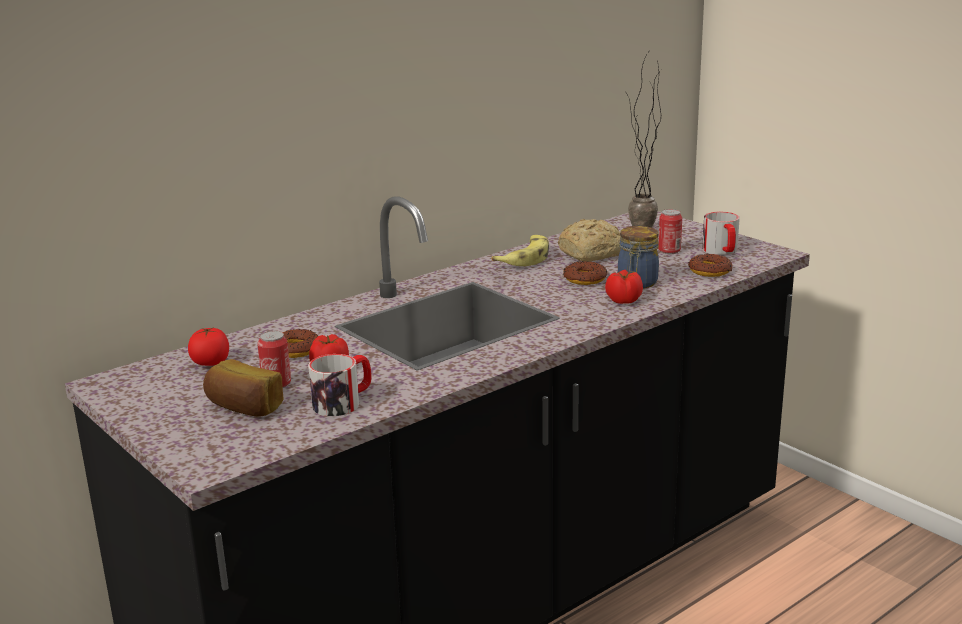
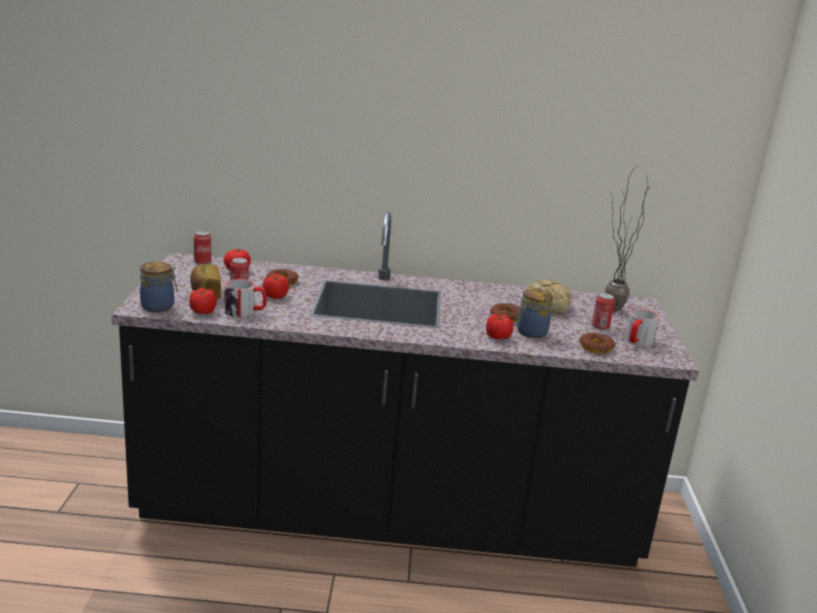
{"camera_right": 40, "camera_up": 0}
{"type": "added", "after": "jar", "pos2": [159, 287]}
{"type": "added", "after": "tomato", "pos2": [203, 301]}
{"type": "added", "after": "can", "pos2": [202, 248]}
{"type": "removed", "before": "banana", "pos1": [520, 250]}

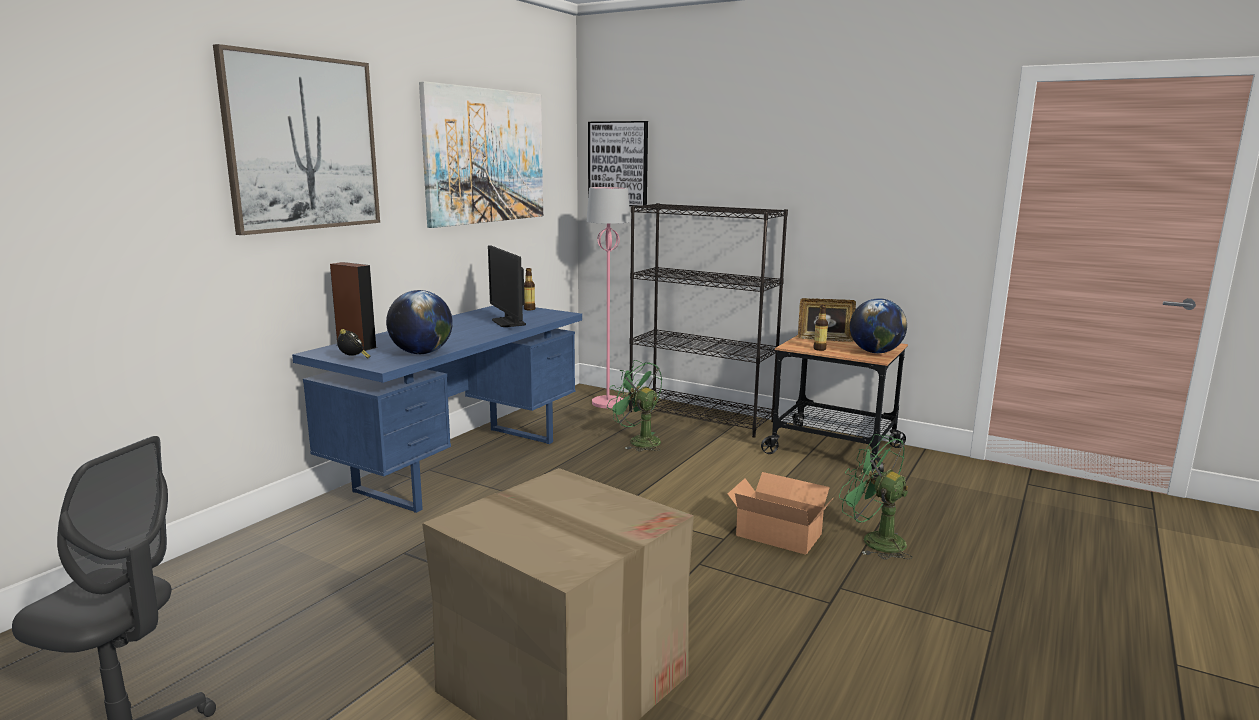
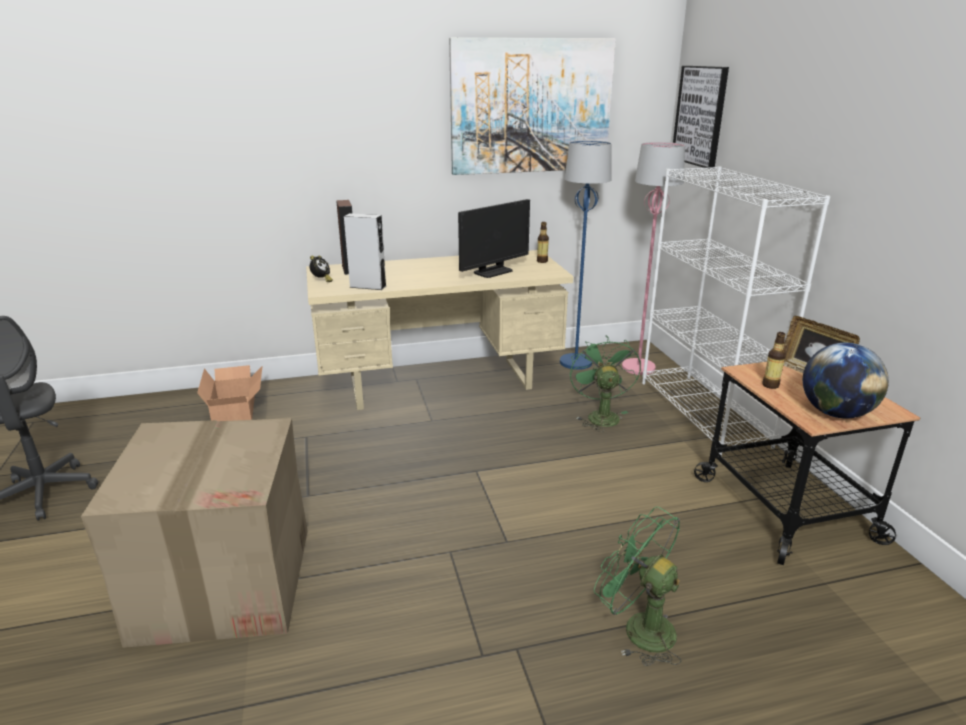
{"camera_right": 45, "camera_up": 10}
{"type": "moved", "before": "cardboard box", "pos1": [781, 513], "pos2": [230, 393]}
{"type": "recoloured", "before": "desk in blue", "after": "desk in beige", "pos1": [437, 409], "pos2": [440, 330]}
{"type": "replaced", "before": "globe", "after": "speaker in grey", "pos1": [419, 322], "pos2": [365, 251]}
{"type": "turned", "before": "monitor", "pos1": [507, 286], "pos2": [494, 238], "turn": -150}
{"type": "added", "after": "floor lamp in blue", "pos2": [585, 255]}
{"type": "turned", "before": "fan in green", "pos1": [876, 497], "pos2": [638, 586], "turn": -45}
{"type": "recoloured", "before": "bookcase in black", "after": "bookcase in white", "pos1": [708, 320], "pos2": [736, 311]}
{"type": "removed", "before": "picture", "pos1": [296, 139]}

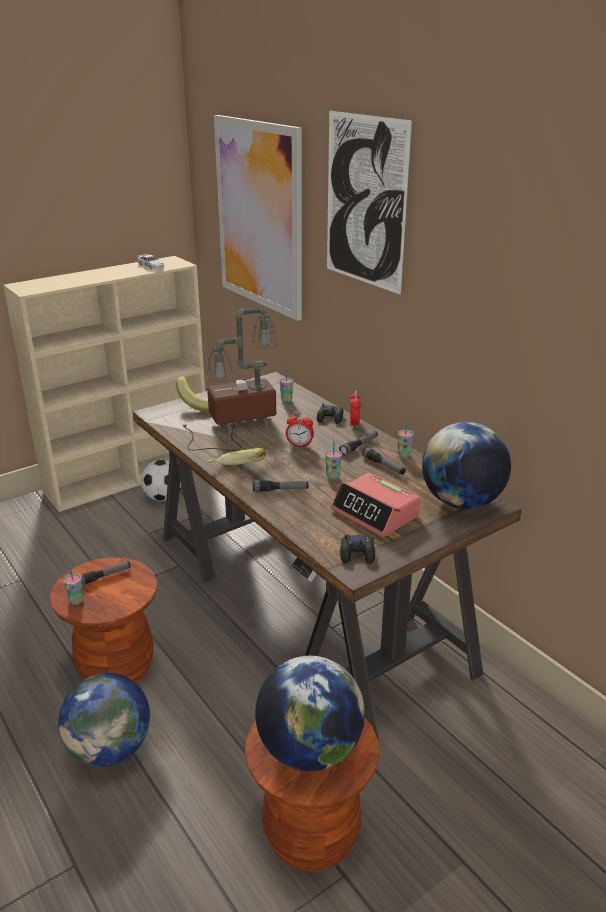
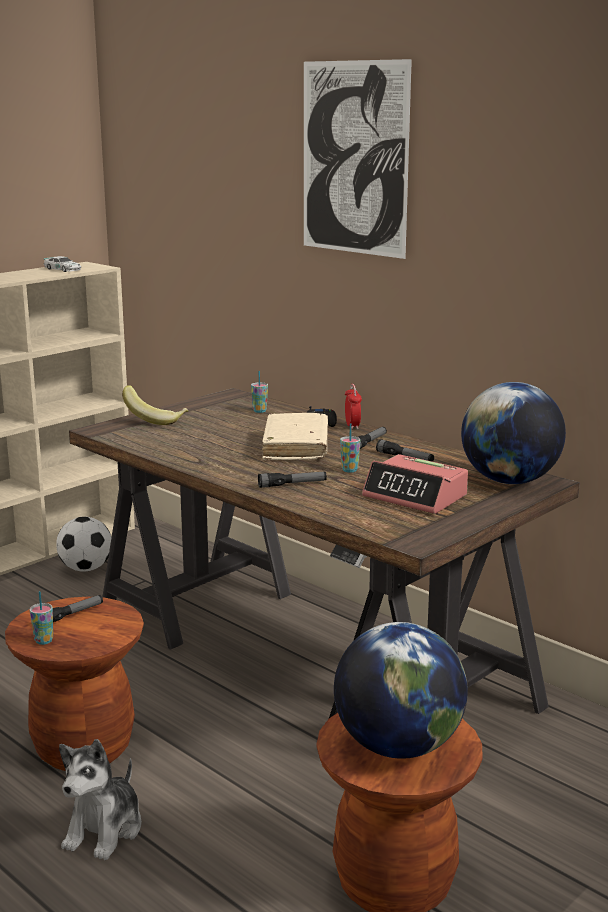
{"camera_right": -10, "camera_up": -10}
{"type": "replaced", "before": "globe", "after": "plush toy", "pos1": [104, 720], "pos2": [100, 799]}
{"type": "replaced", "before": "alarm clock", "after": "book in beige", "pos1": [300, 429], "pos2": [295, 436]}
{"type": "removed", "before": "table lamp", "pos1": [230, 379]}
{"type": "removed", "before": "banana", "pos1": [236, 456]}
{"type": "removed", "before": "picture", "pos1": [258, 218]}
{"type": "removed", "before": "game controller in black", "pos1": [357, 549]}
{"type": "removed", "before": "cup", "pos1": [406, 439]}

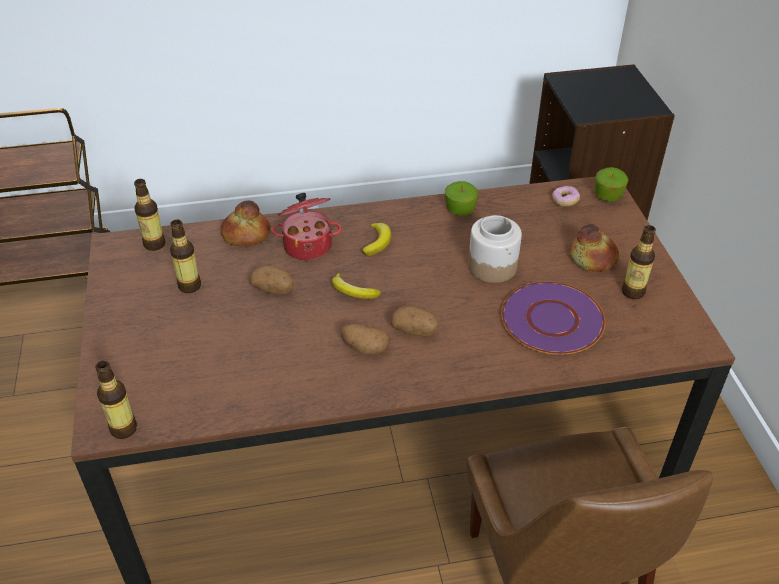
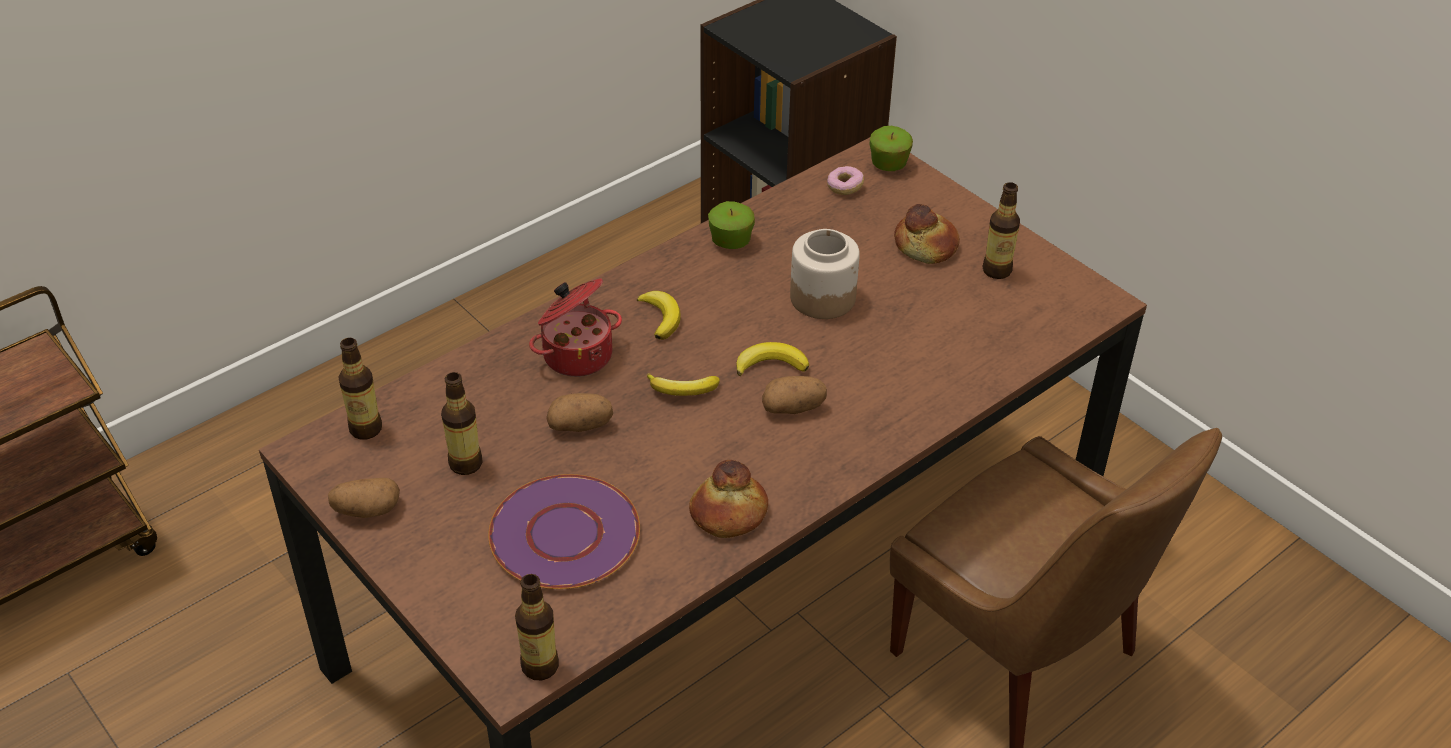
{"camera_right": -30, "camera_up": 0}
{"type": "moved", "before": "potato", "pos1": [365, 339], "pos2": [364, 498]}
{"type": "moved", "before": "plate in purple", "pos1": [553, 318], "pos2": [564, 531]}
{"type": "moved", "before": "bread", "pos1": [246, 223], "pos2": [728, 499]}
{"type": "added", "after": "banana", "pos2": [772, 359]}

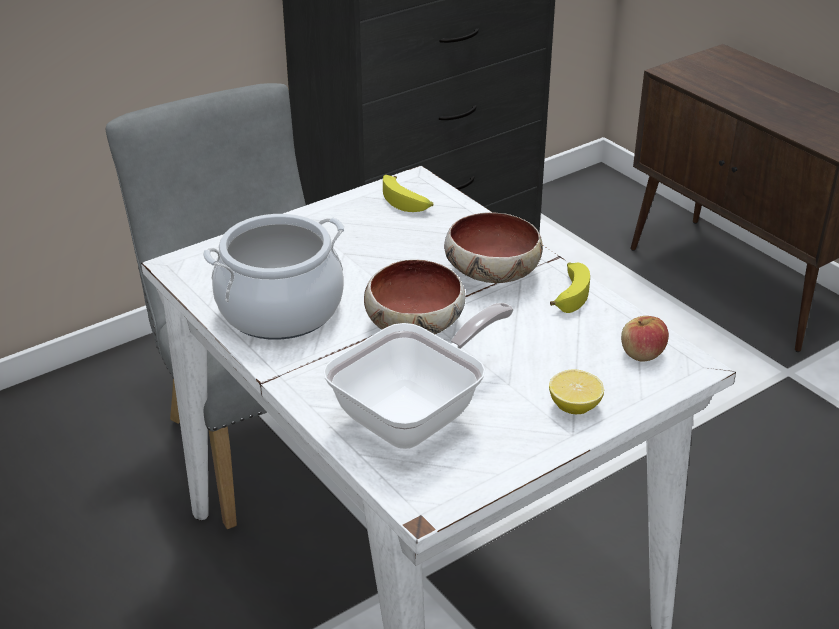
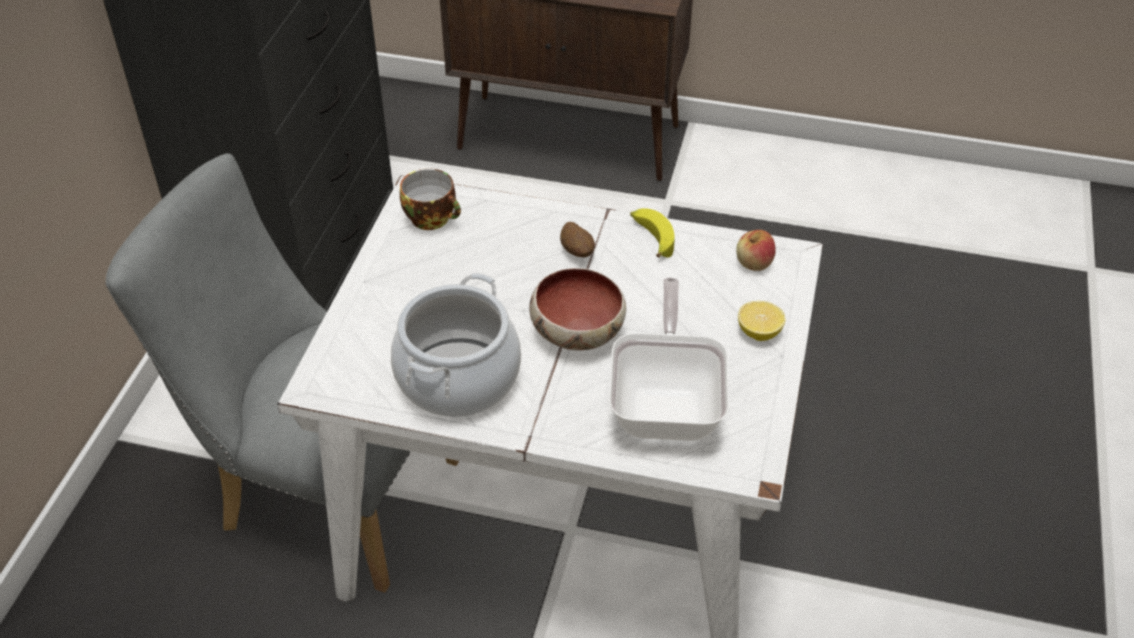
{"camera_right": -40, "camera_up": 10}
{"type": "replaced", "before": "banana", "after": "cup", "pos1": [408, 193], "pos2": [430, 199]}
{"type": "replaced", "before": "bowl", "after": "potato", "pos1": [493, 247], "pos2": [577, 239]}

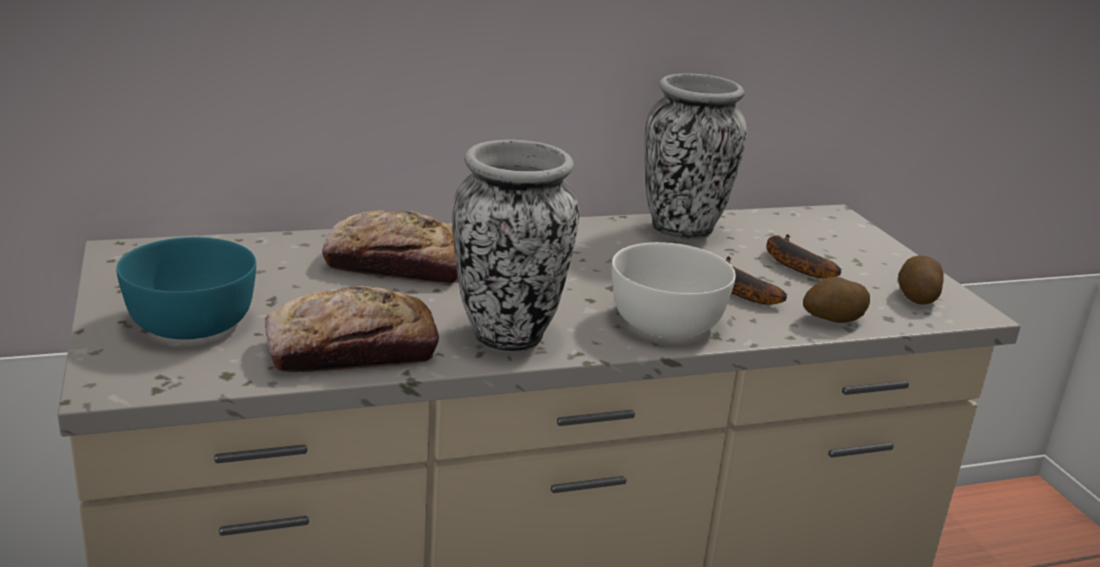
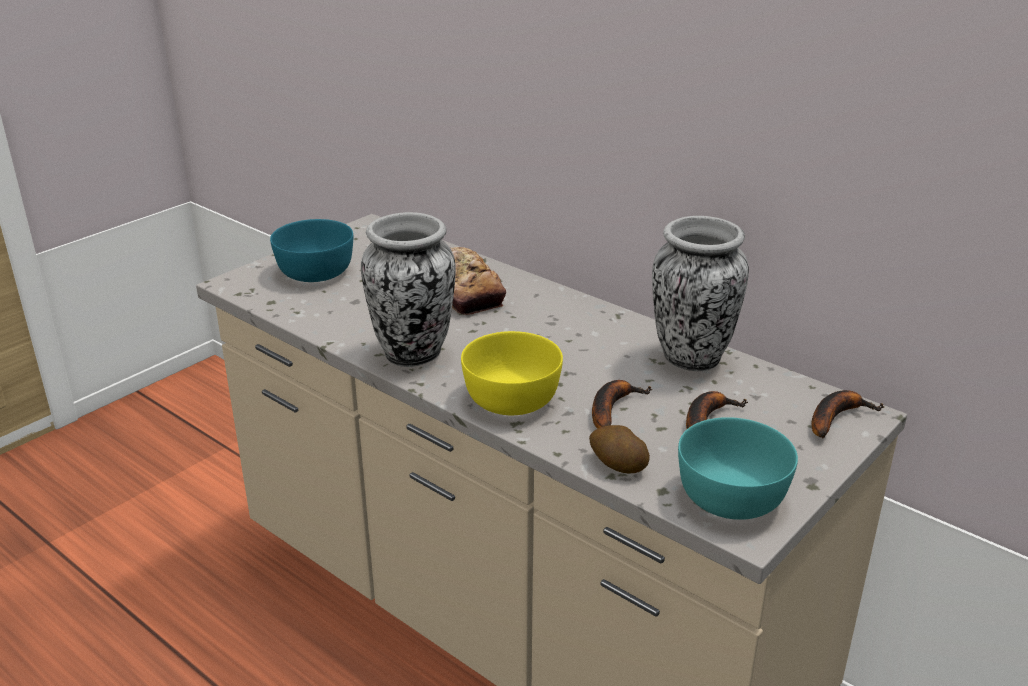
{"camera_right": 60, "camera_up": 5}
{"type": "recoloured", "before": "bowl in white", "after": "bowl in yellow", "pos1": [674, 290], "pos2": [512, 373]}
{"type": "replaced", "before": "potato", "after": "bowl in turquoise", "pos1": [921, 280], "pos2": [738, 468]}
{"type": "added", "after": "banana", "pos2": [847, 414]}
{"type": "removed", "before": "bread", "pos1": [352, 329]}

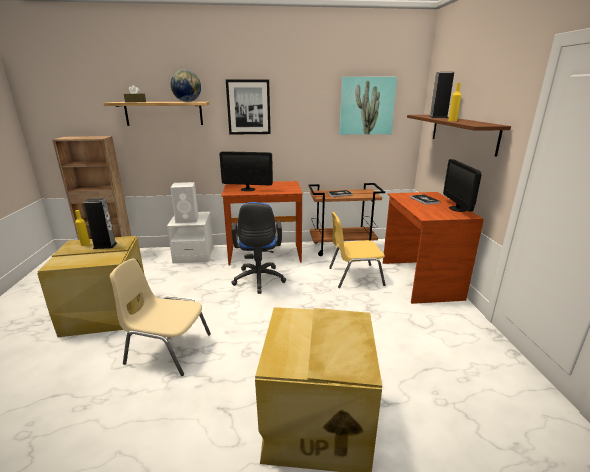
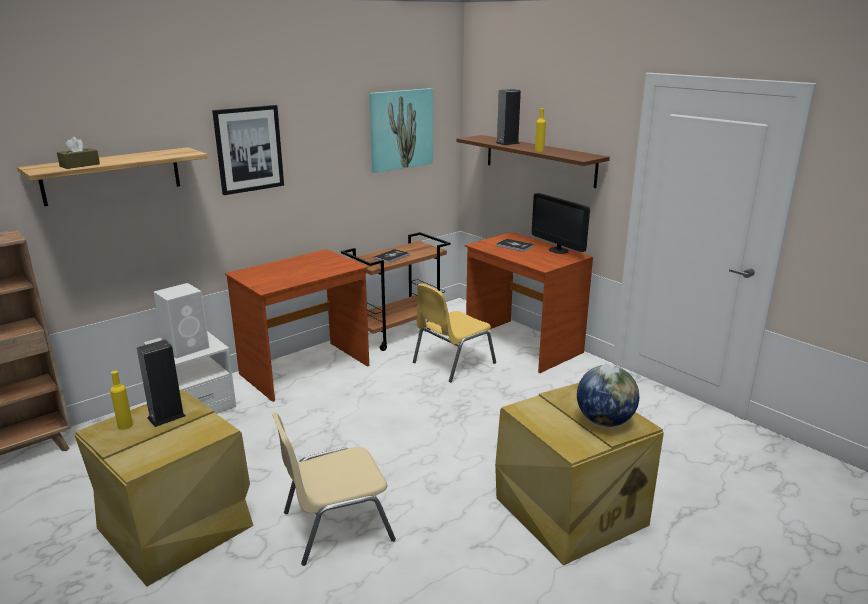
{"camera_right": -35, "camera_up": 0}
{"type": "moved", "before": "globe", "pos1": [186, 86], "pos2": [608, 396]}
{"type": "removed", "before": "monitor", "pos1": [246, 171]}
{"type": "removed", "before": "office chair in blue", "pos1": [258, 248]}

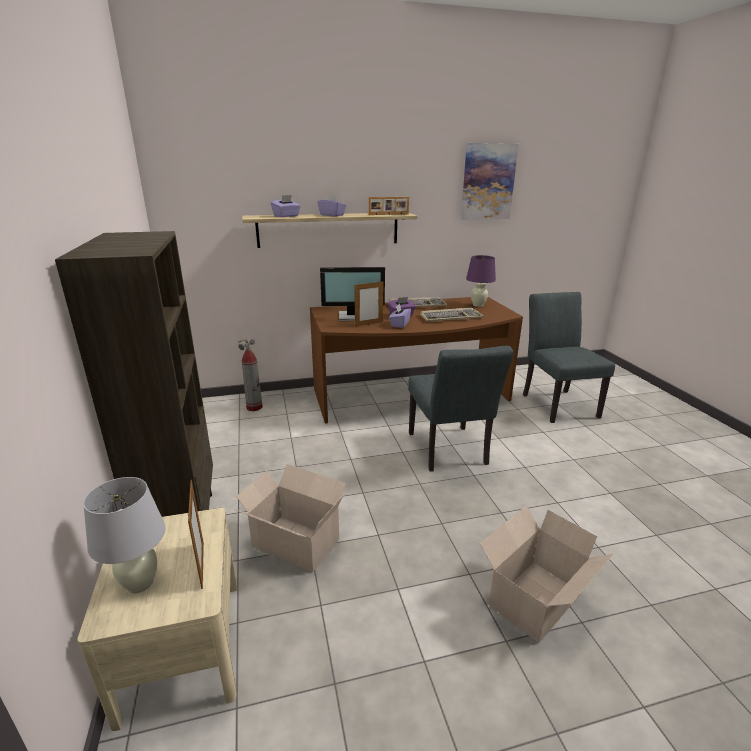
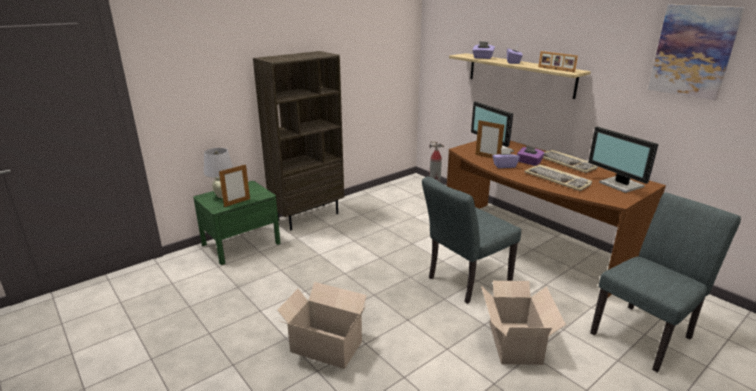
{"camera_right": 65, "camera_up": 0}
{"type": "recoloured", "before": "nightstand in beige", "after": "nightstand in green", "pos1": [157, 619], "pos2": [236, 223]}
{"type": "moved", "before": "cardboard box", "pos1": [290, 518], "pos2": [523, 323]}
{"type": "replaced", "before": "table lamp in purple", "after": "monitor", "pos1": [481, 281], "pos2": [623, 160]}

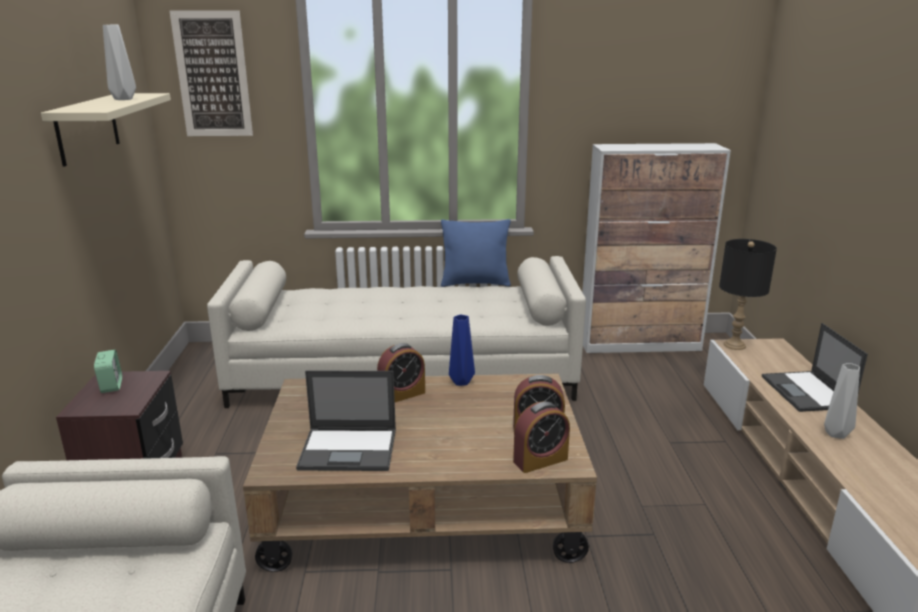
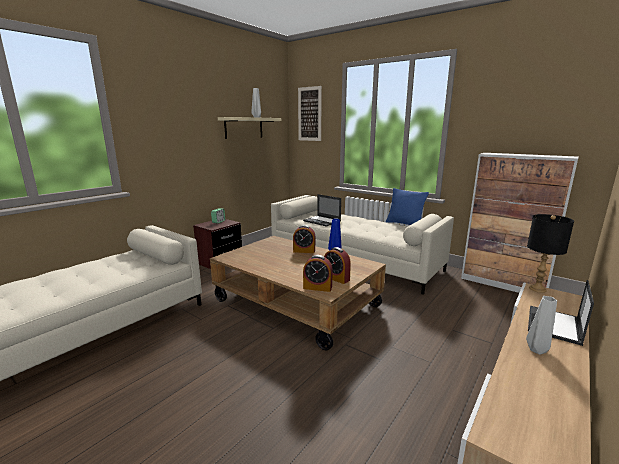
{"camera_right": 40, "camera_up": -5}
{"type": "moved", "before": "laptop", "pos1": [346, 420], "pos2": [322, 210]}

